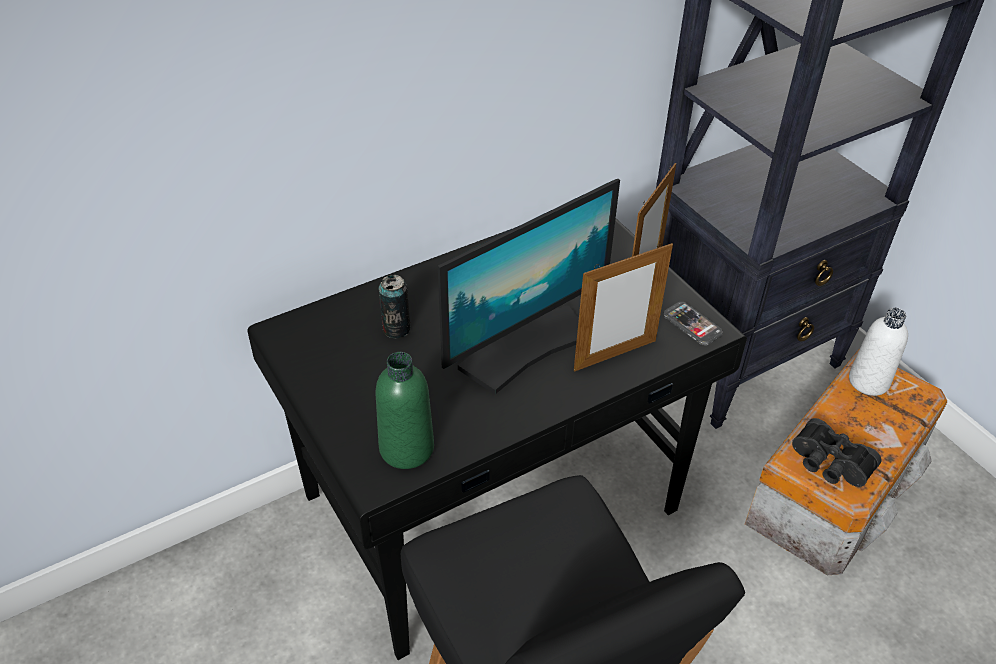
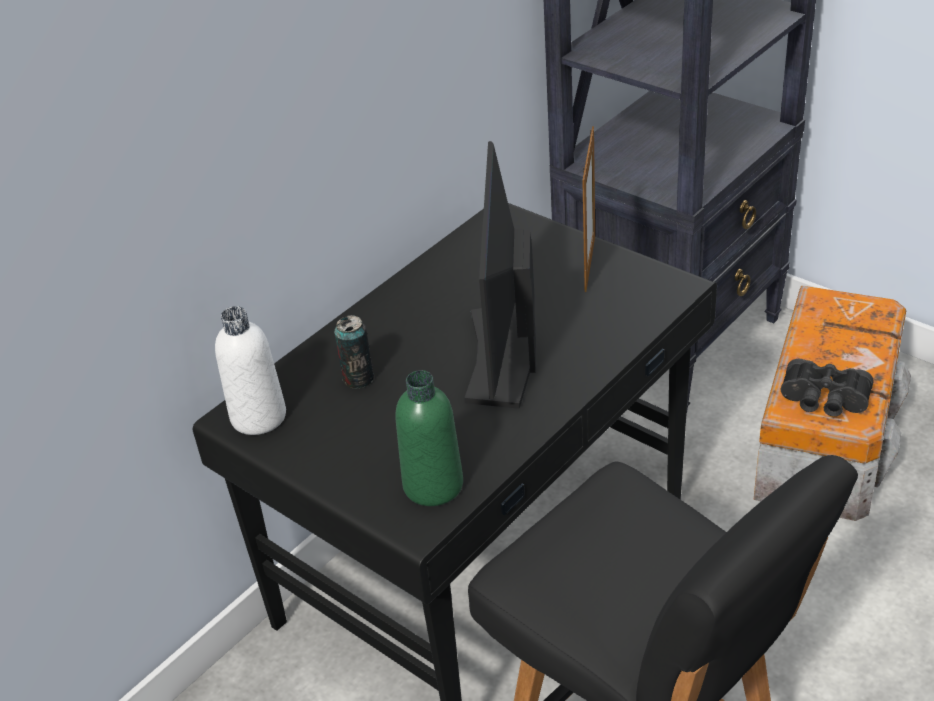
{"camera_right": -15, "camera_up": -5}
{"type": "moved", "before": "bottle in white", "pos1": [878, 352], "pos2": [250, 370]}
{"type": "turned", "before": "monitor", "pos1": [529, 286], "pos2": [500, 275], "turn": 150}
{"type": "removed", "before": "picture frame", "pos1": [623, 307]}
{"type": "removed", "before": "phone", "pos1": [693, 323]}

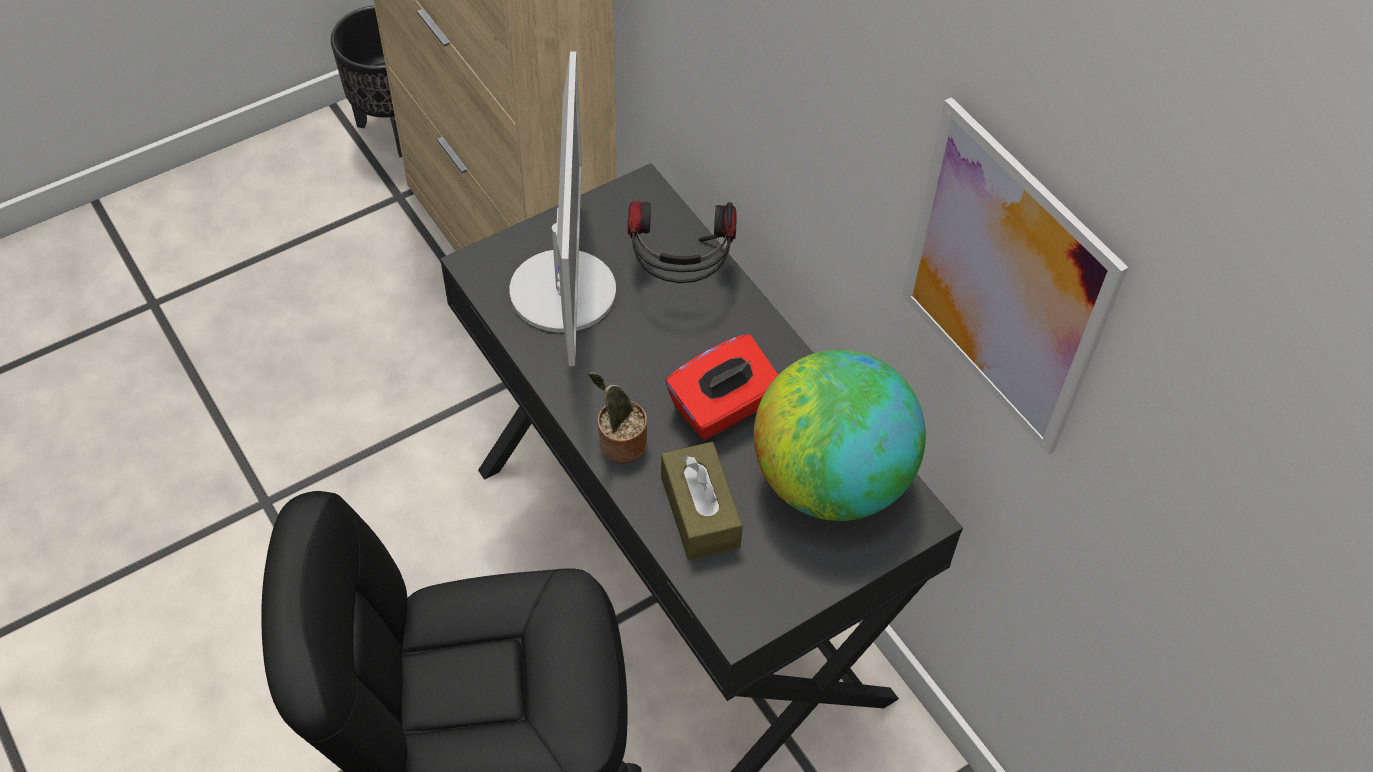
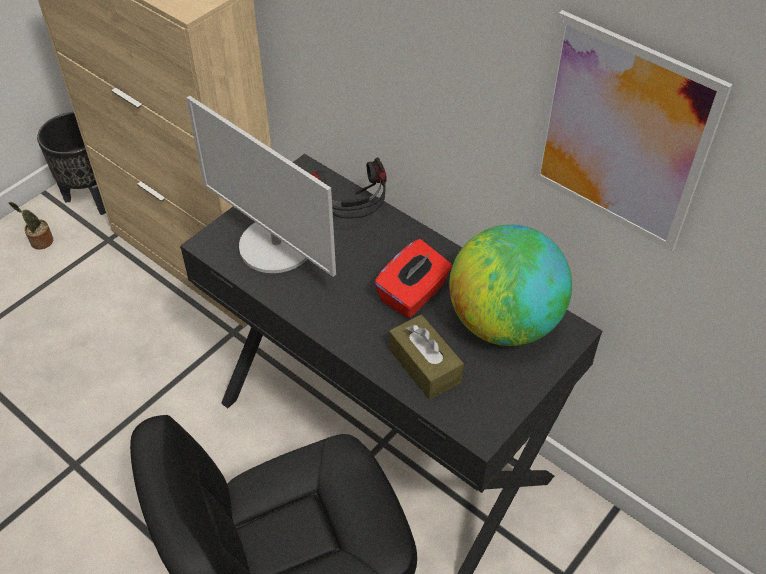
{"camera_right": -15, "camera_up": -5}
{"type": "moved", "before": "potted plant", "pos1": [617, 417], "pos2": [31, 226]}
{"type": "turned", "before": "monitor", "pos1": [563, 208], "pos2": [261, 186], "turn": 150}

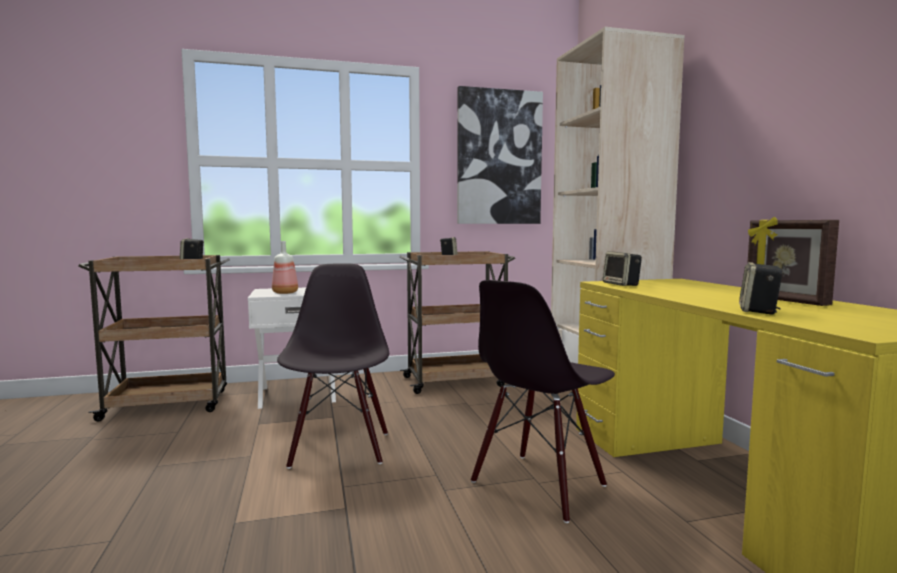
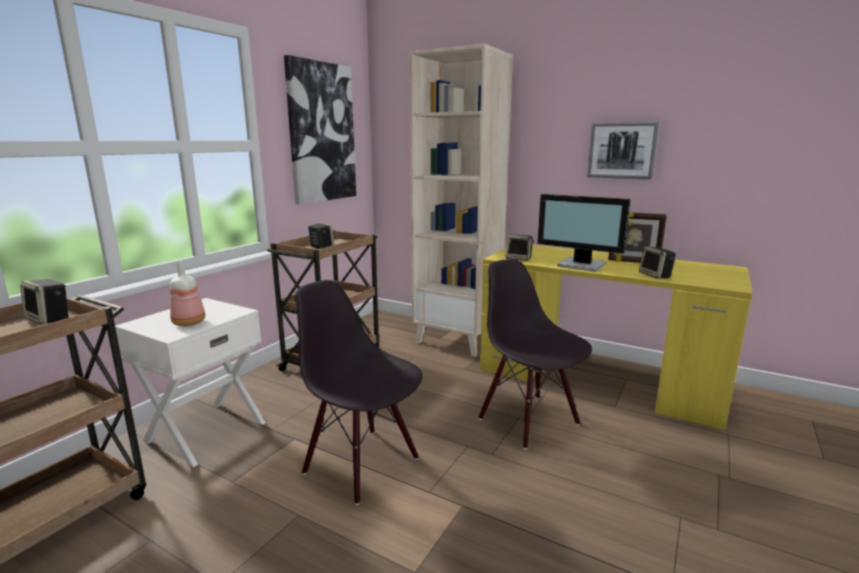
{"camera_right": -45, "camera_up": 10}
{"type": "turned", "before": "chair in black", "pos1": [543, 401], "pos2": [535, 354], "turn": 150}
{"type": "added", "after": "monitor", "pos2": [584, 233]}
{"type": "added", "after": "picture", "pos2": [623, 151]}

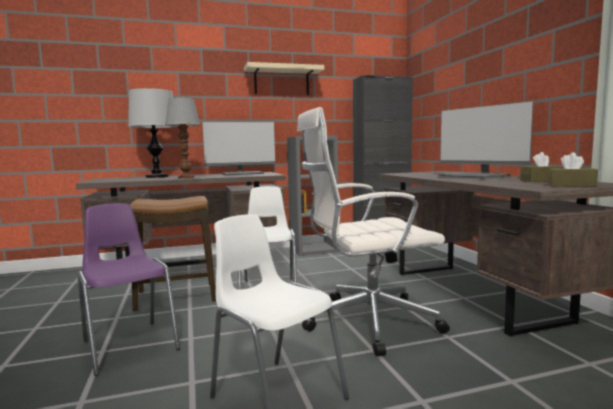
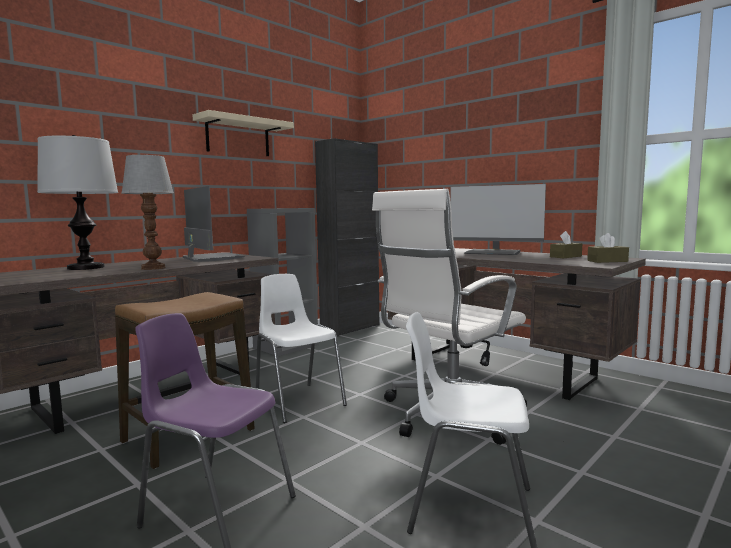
{"camera_right": -30, "camera_up": 0}
{"type": "turned", "before": "monitor", "pos1": [238, 148], "pos2": [214, 224], "turn": -75}

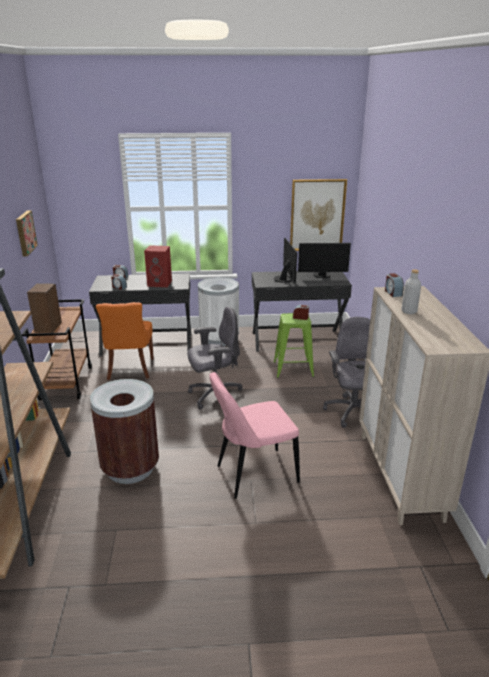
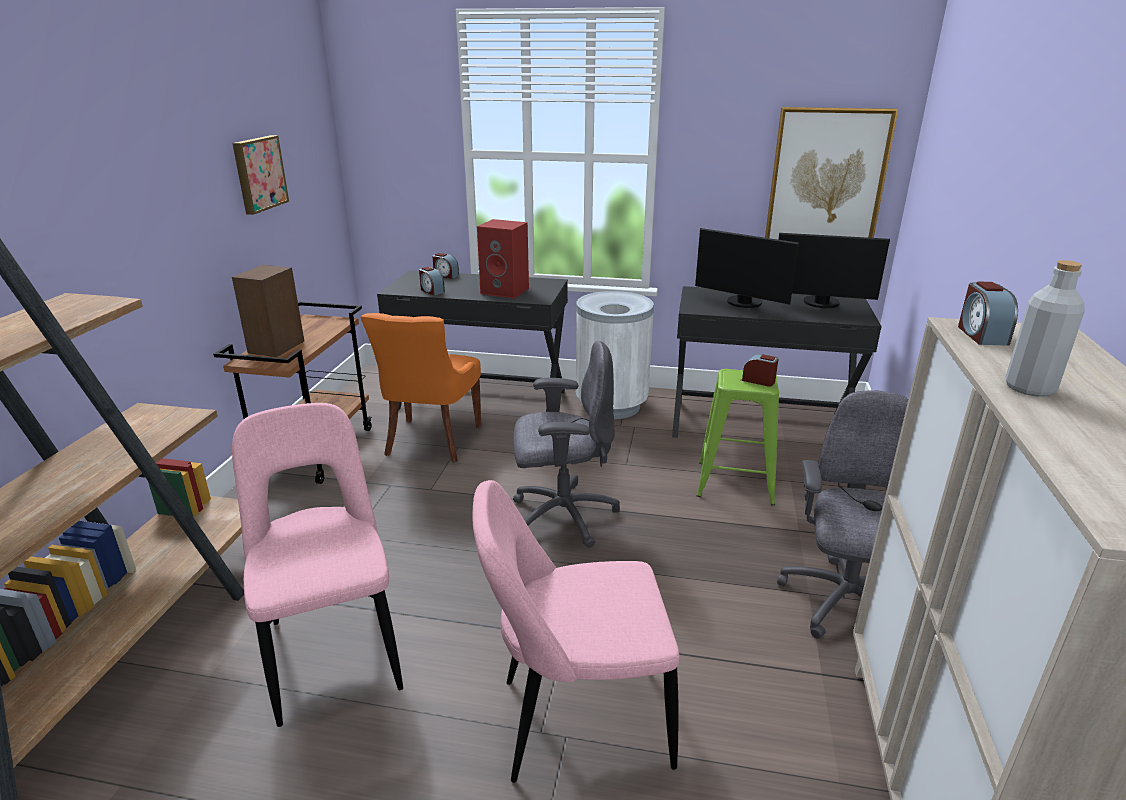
{"camera_right": 15, "camera_up": 0}
{"type": "replaced", "before": "trash can in brown", "after": "chair in pink", "pos1": [124, 431], "pos2": [317, 565]}
{"type": "turned", "before": "monitor", "pos1": [285, 260], "pos2": [747, 268], "turn": 120}

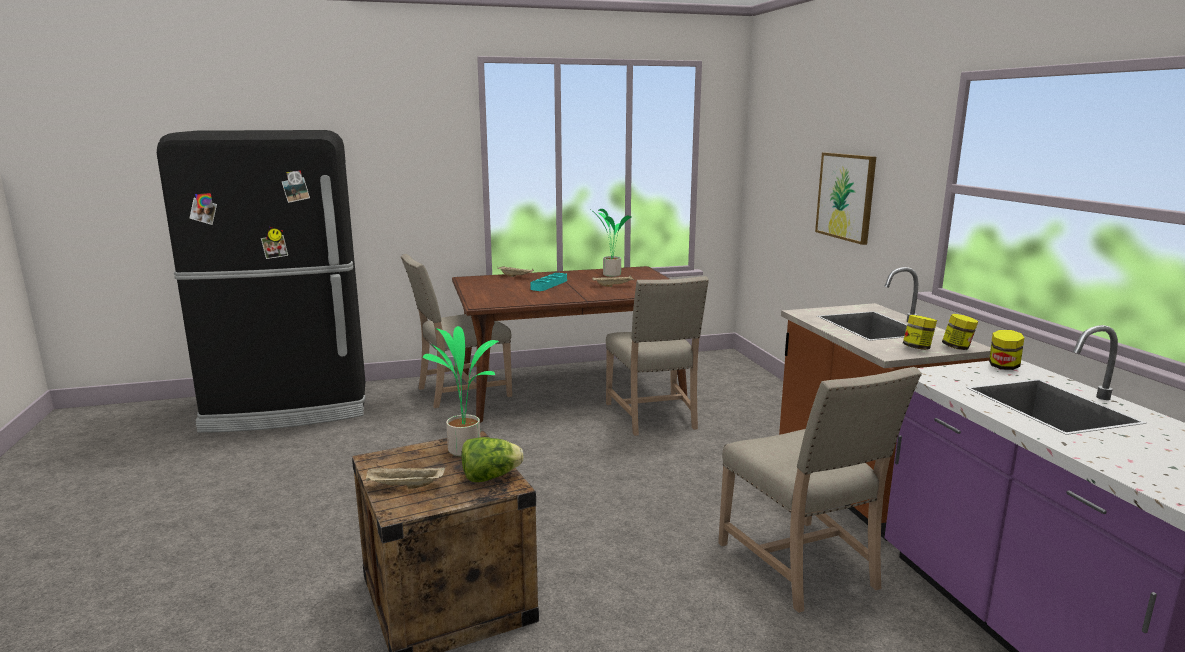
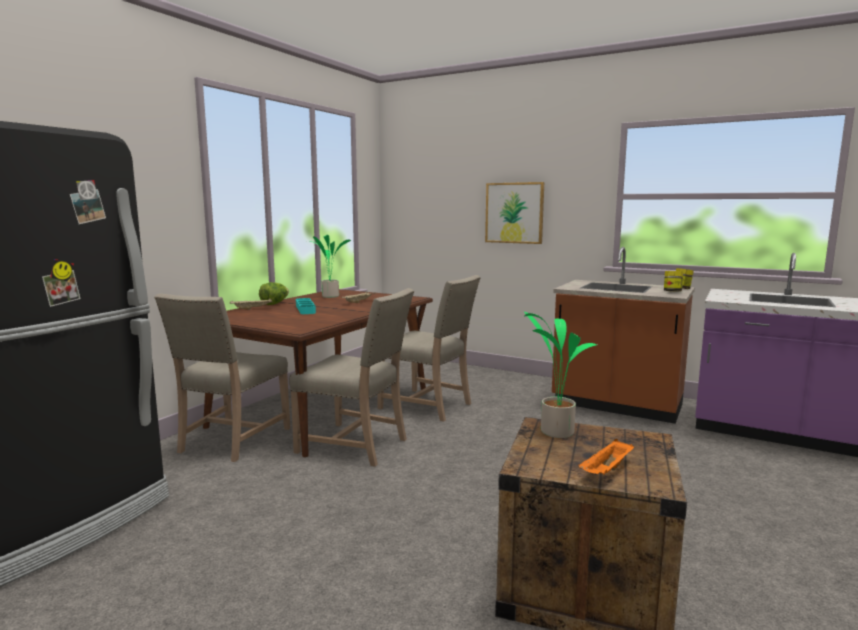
{"camera_right": -45, "camera_up": -5}
{"type": "moved", "before": "lettuce", "pos1": [492, 459], "pos2": [274, 293]}
{"type": "moved", "before": "chair in beige", "pos1": [820, 490], "pos2": [351, 377]}
{"type": "recoloured", "before": "tray in beige", "after": "tray in orange", "pos1": [405, 477], "pos2": [606, 456]}
{"type": "removed", "before": "jar", "pos1": [1006, 350]}

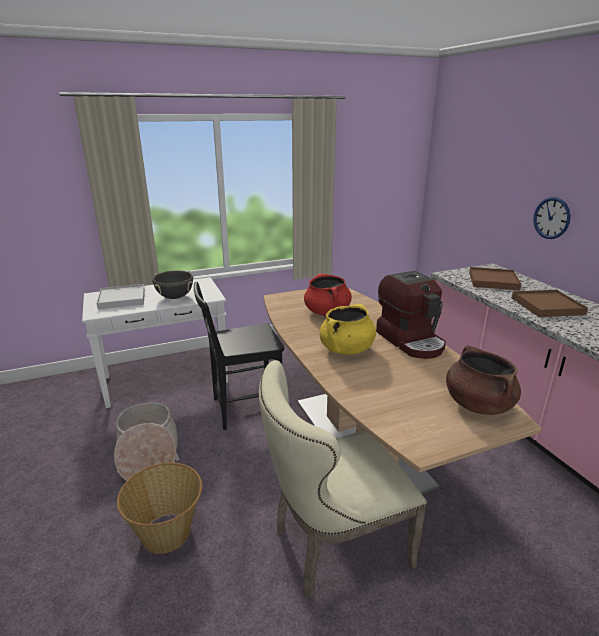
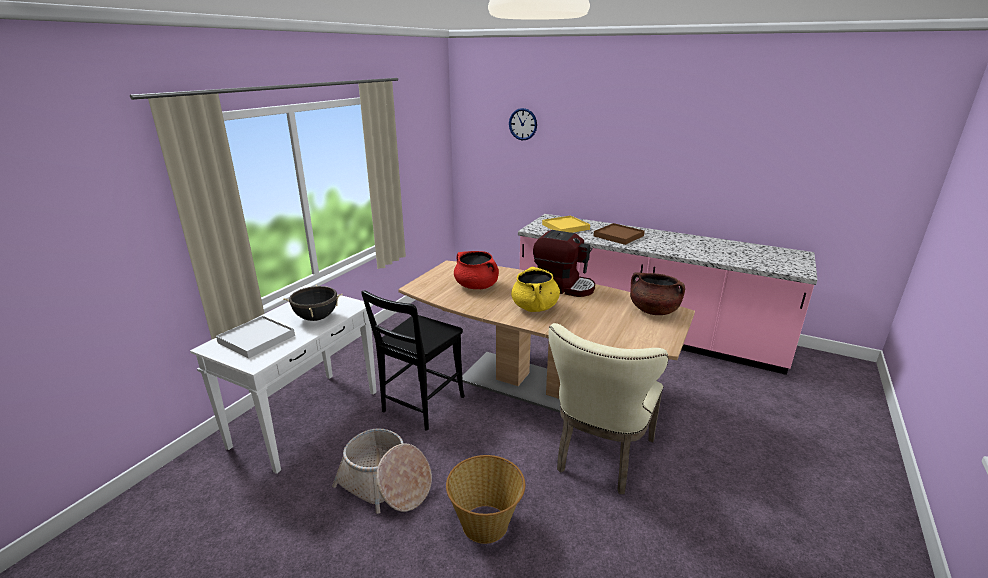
{"camera_right": -40, "camera_up": 0}
{"type": "moved", "before": "wall clock", "pos1": [552, 218], "pos2": [523, 124]}
{"type": "recoloured", "before": "tray in brown", "after": "tray in yellow", "pos1": [495, 278], "pos2": [566, 224]}

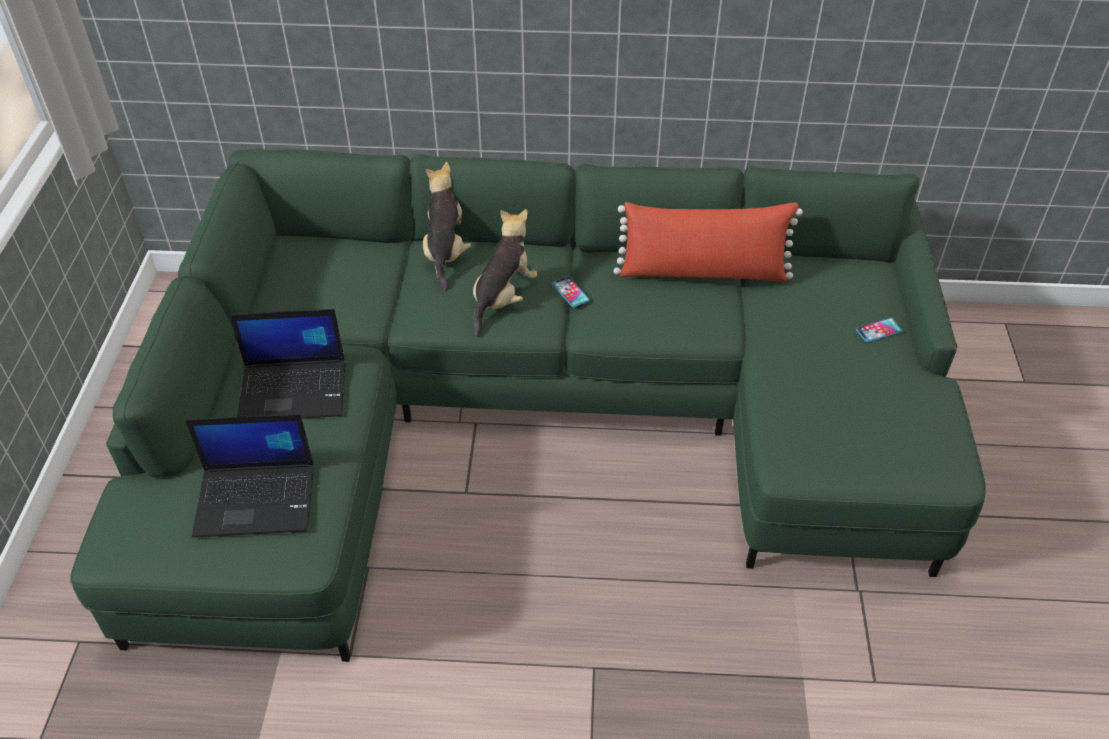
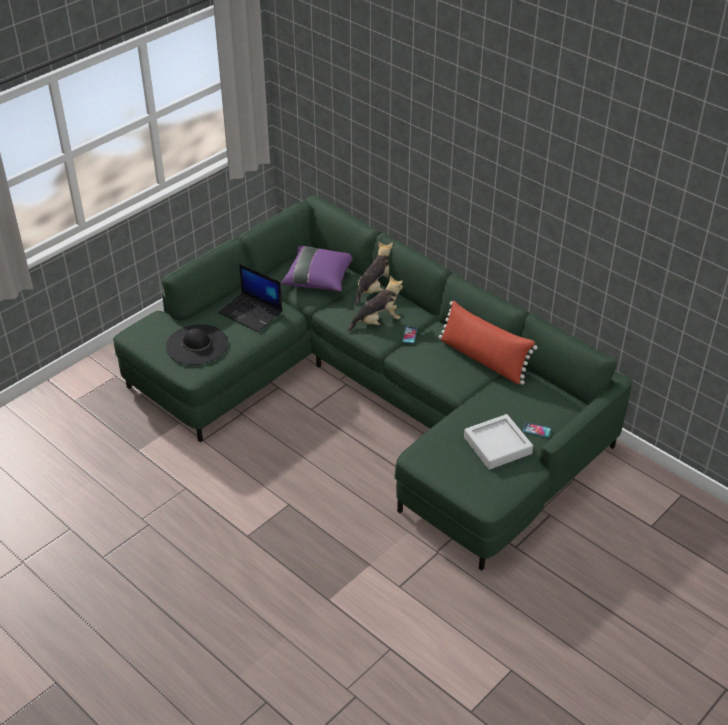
{"camera_right": 40, "camera_up": -5}
{"type": "replaced", "before": "laptop", "after": "hat in black", "pos1": [249, 476], "pos2": [197, 344]}
{"type": "added", "after": "pillow in purple", "pos2": [317, 269]}
{"type": "added", "after": "tray in grey", "pos2": [498, 442]}

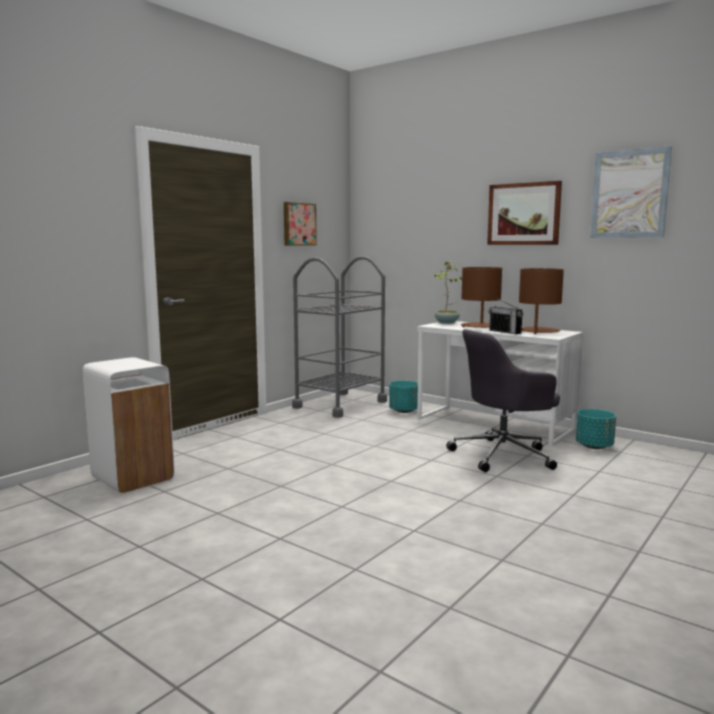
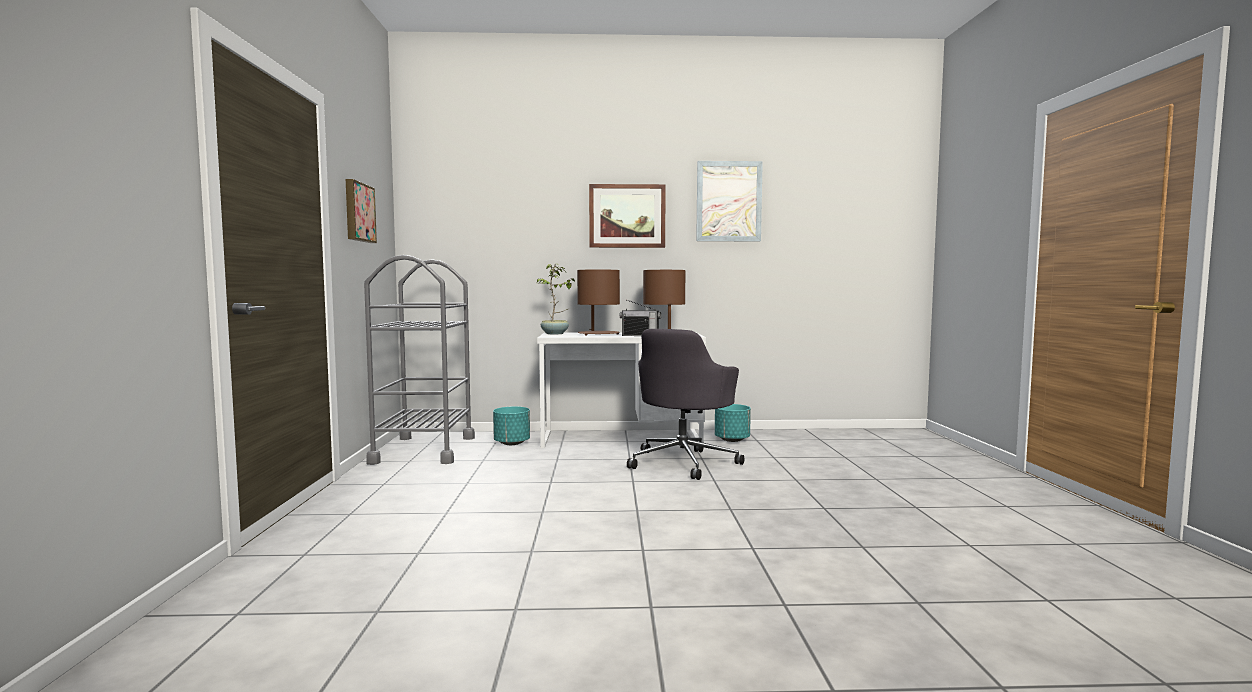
{"camera_right": -40, "camera_up": -5}
{"type": "removed", "before": "trash can in white", "pos1": [128, 425]}

